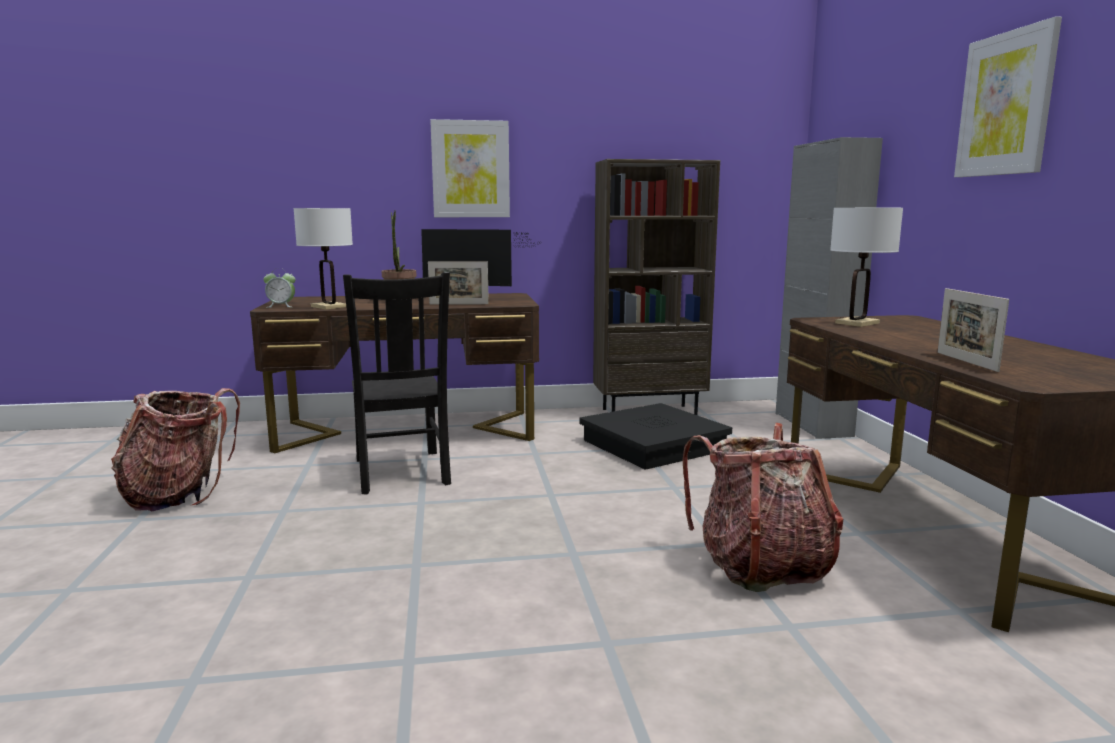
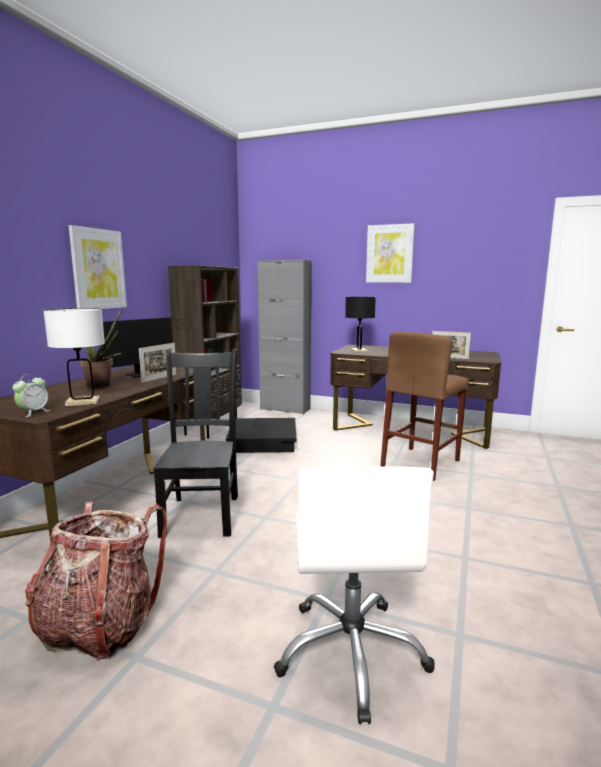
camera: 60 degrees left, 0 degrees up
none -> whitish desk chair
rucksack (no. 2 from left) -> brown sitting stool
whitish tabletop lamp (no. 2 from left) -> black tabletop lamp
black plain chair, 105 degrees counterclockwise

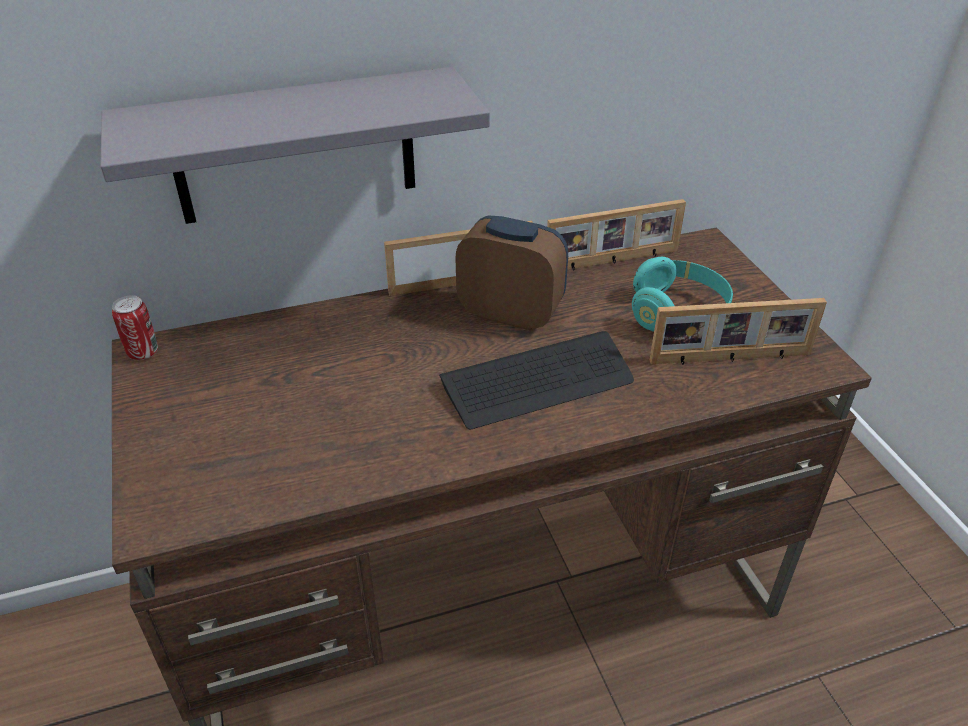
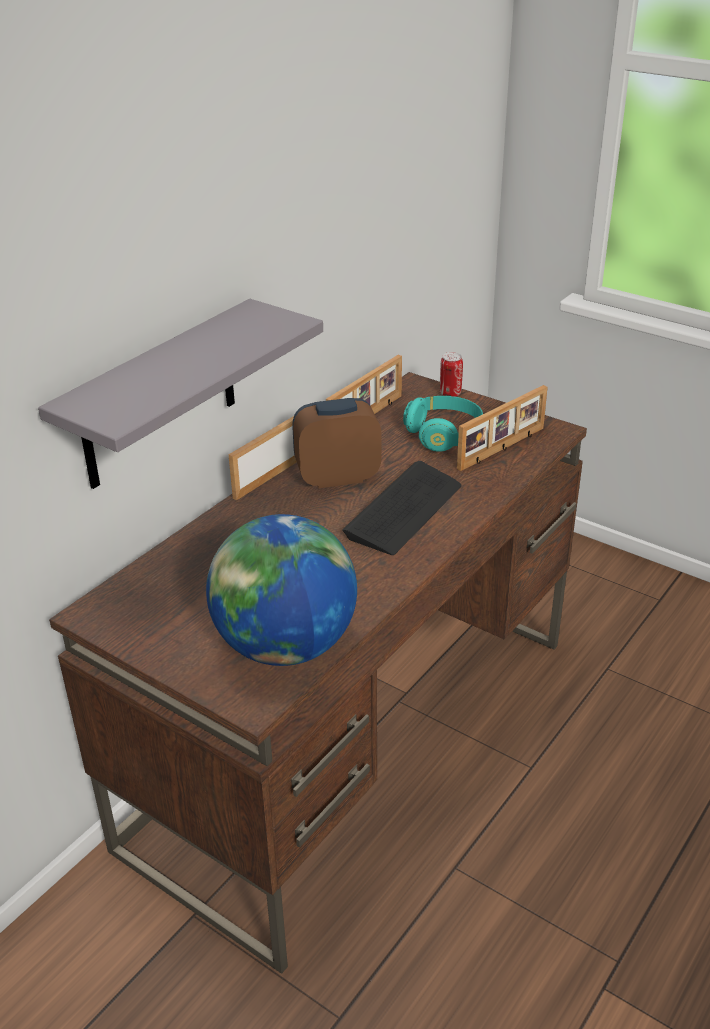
camera: 35 degrees left, 5 degrees down
none -> globe
sealed can, relocated

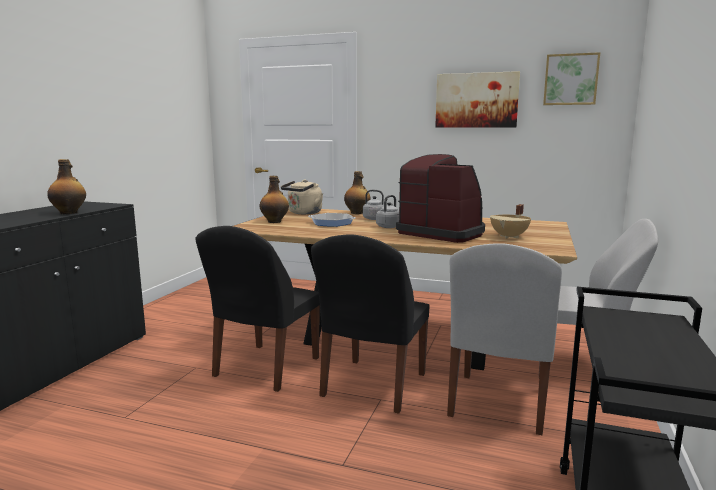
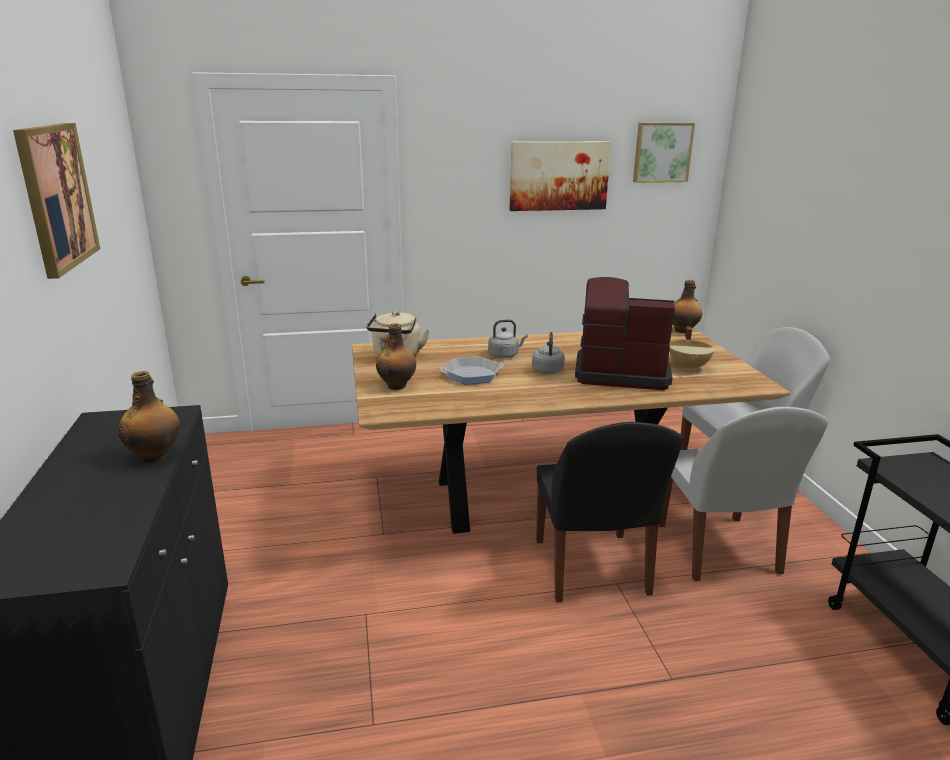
camera: 30 degrees left, 10 degrees up
black plain chair (no. 1 from left) -> none
none -> picture (no. 1 from left)
beverage bottle (no. 3 from left), relocated

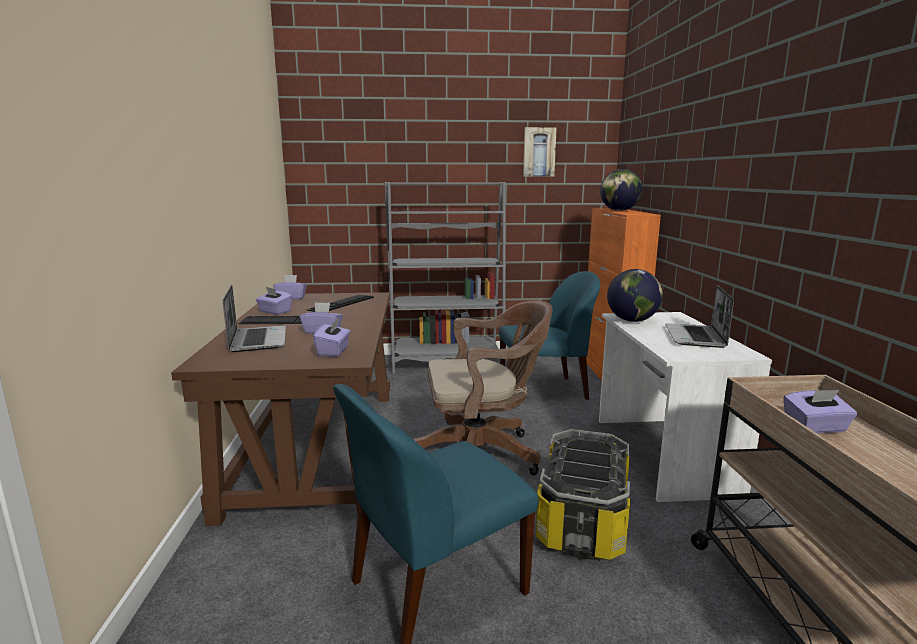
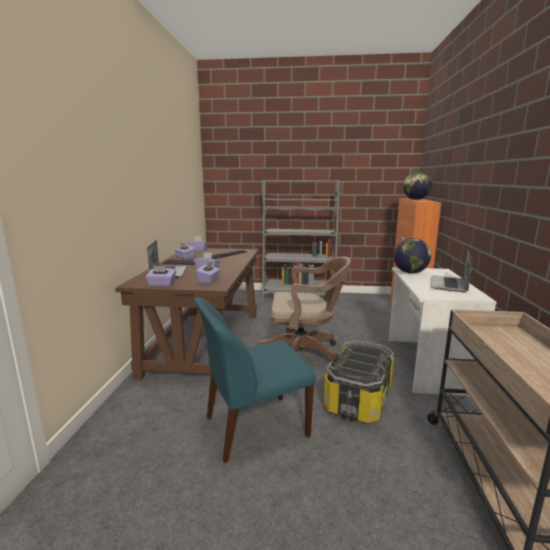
camera: 10 degrees right, 0 degrees up
bluish plain chair (no. 2 from left) -> none
picture -> none
purple tissue box (no. 5 from left in the first image) -> purple tissue box (no. 1 from left), relocated

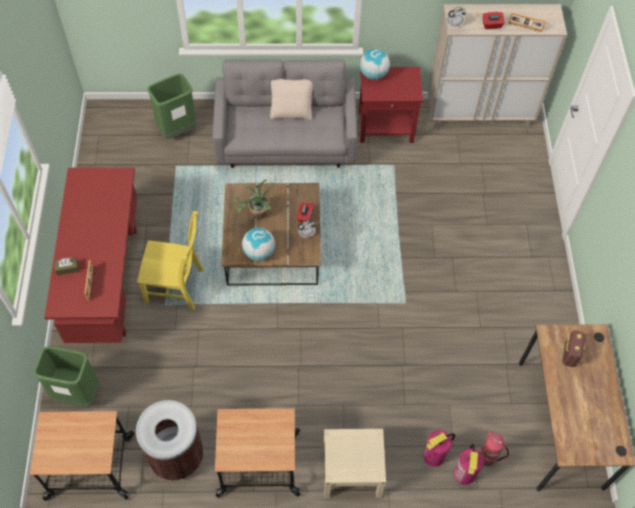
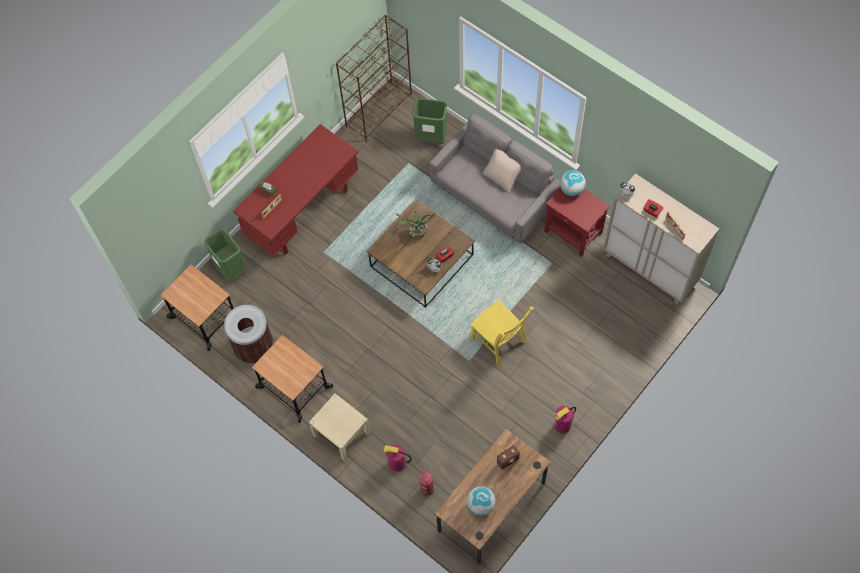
camera: 45 degrees right, 5 degrees up
none -> brown shelving unit
yellow-coloured plain chair, relocated
globe (no. 1 from left), relocated
fire extinguisher (no. 2 from left in the first image) -> fire extinguisher (no. 3 from left), relocated

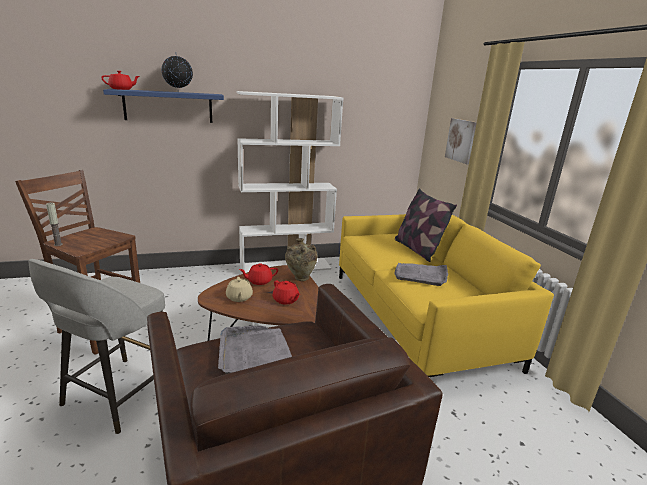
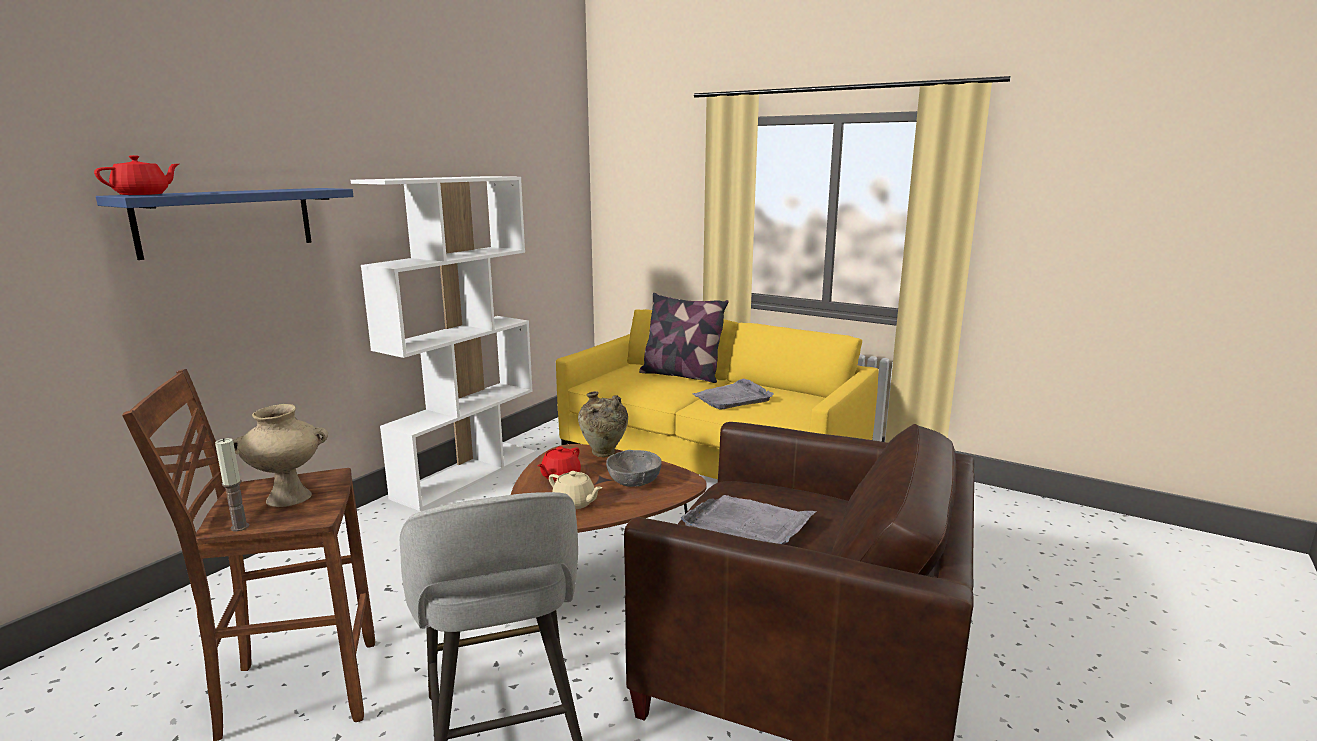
camera: 40 degrees left, 5 degrees down
globe -> none
picture -> none
none -> beige flower vase (no. 1 from left)
red-coloured teapot (no. 3 from left) -> grey deep dish

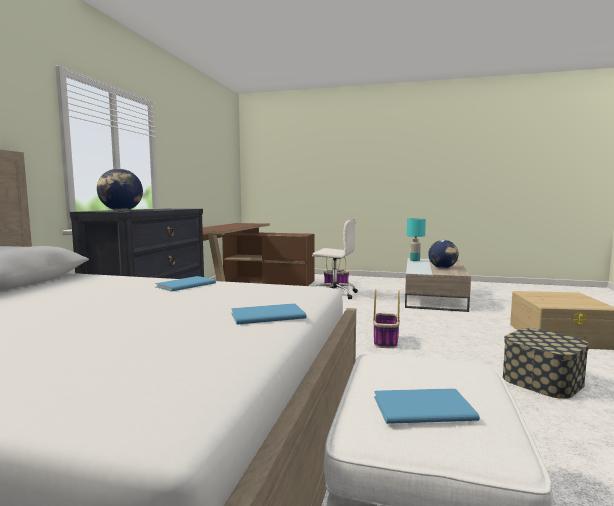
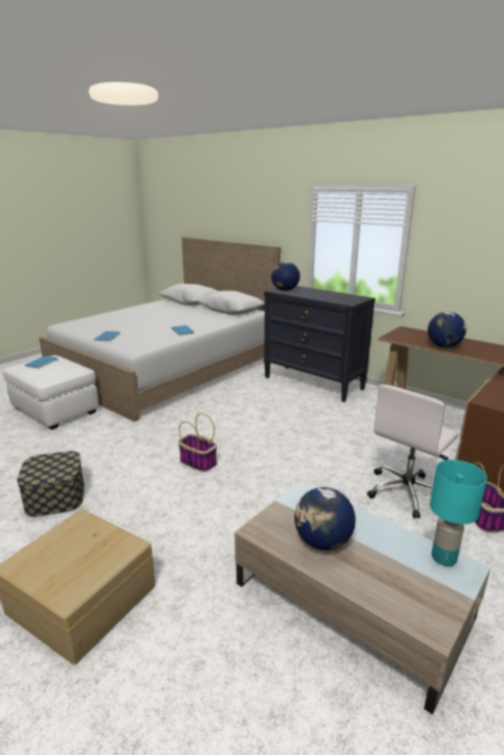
camera: 115 degrees right, 15 degrees up
none -> globe (no. 3 from left)

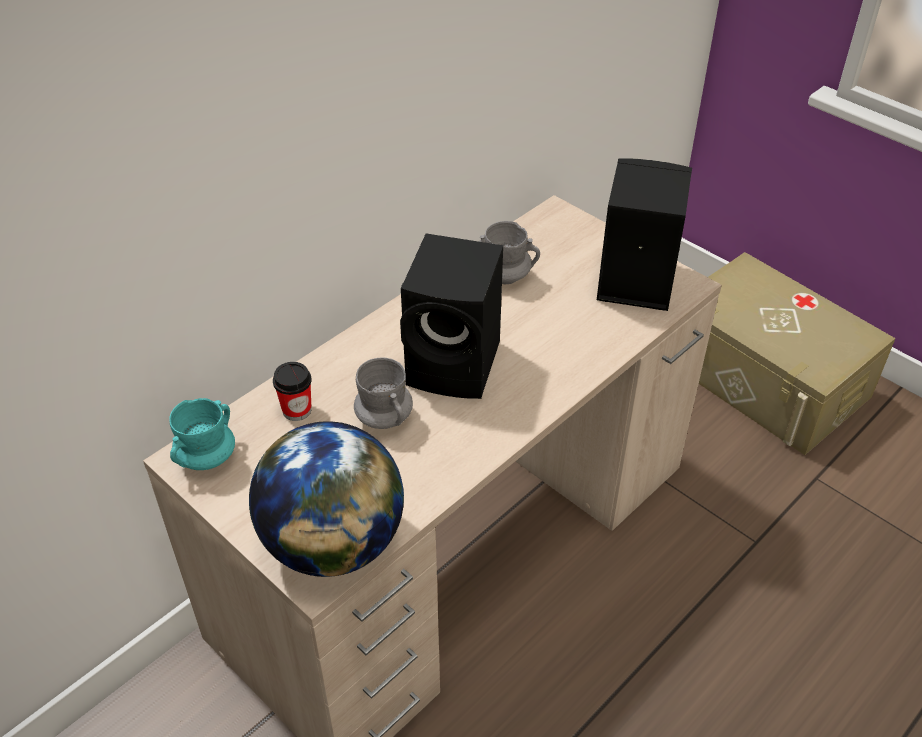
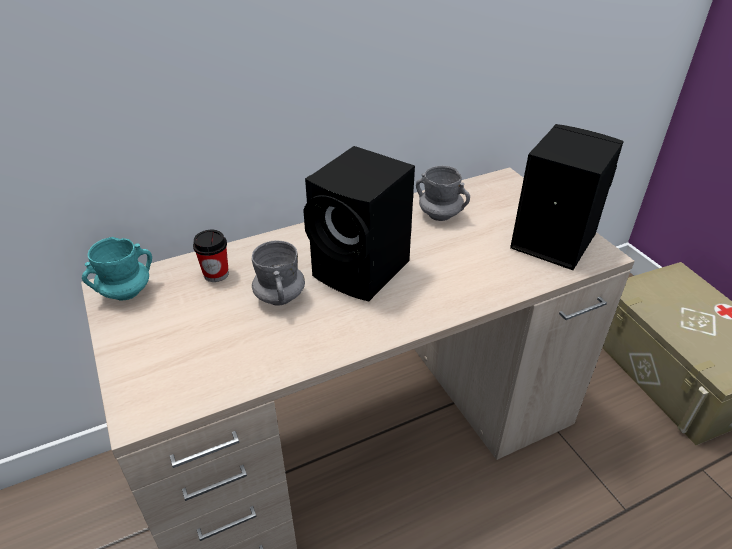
camera: 20 degrees right, 5 degrees down
globe -> none

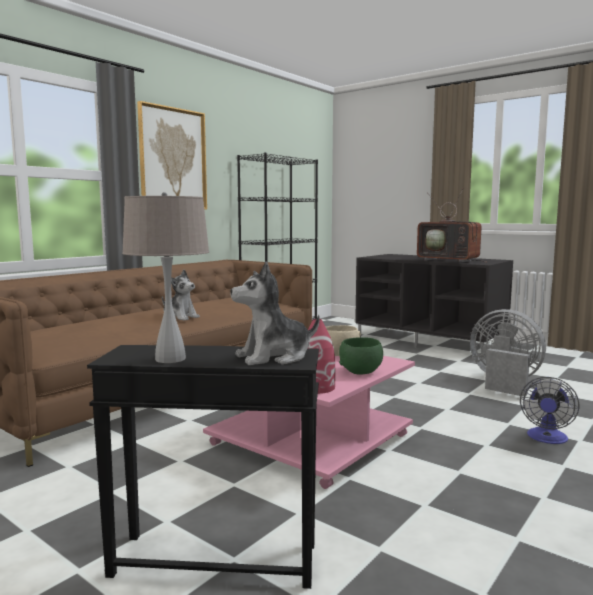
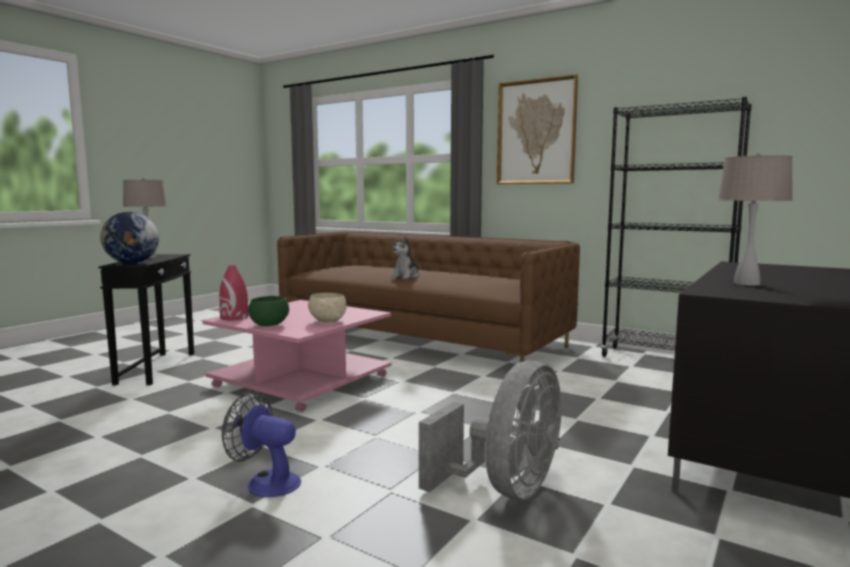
camera: 85 degrees right, 0 degrees up
cuddly toy (no. 2 from left) -> globe
TV -> beige tabletop lamp (no. 2 from left)

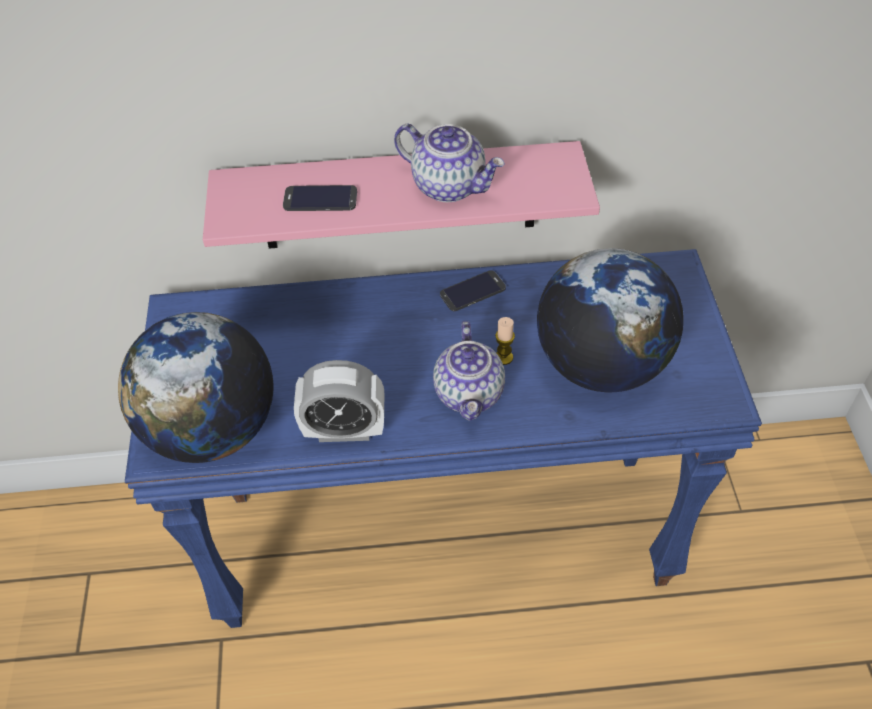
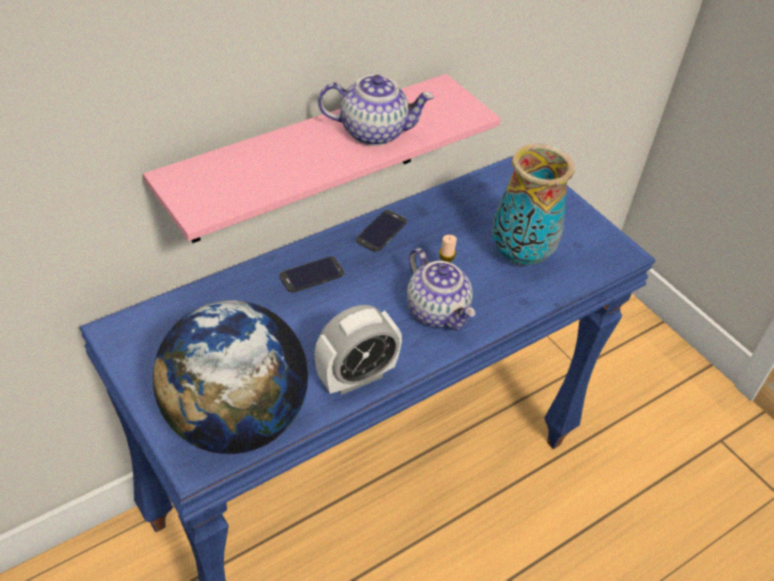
camera: 35 degrees left, 5 degrees down
telephone (no. 1 from left), relocated
globe (no. 2 from left) -> flower vase

